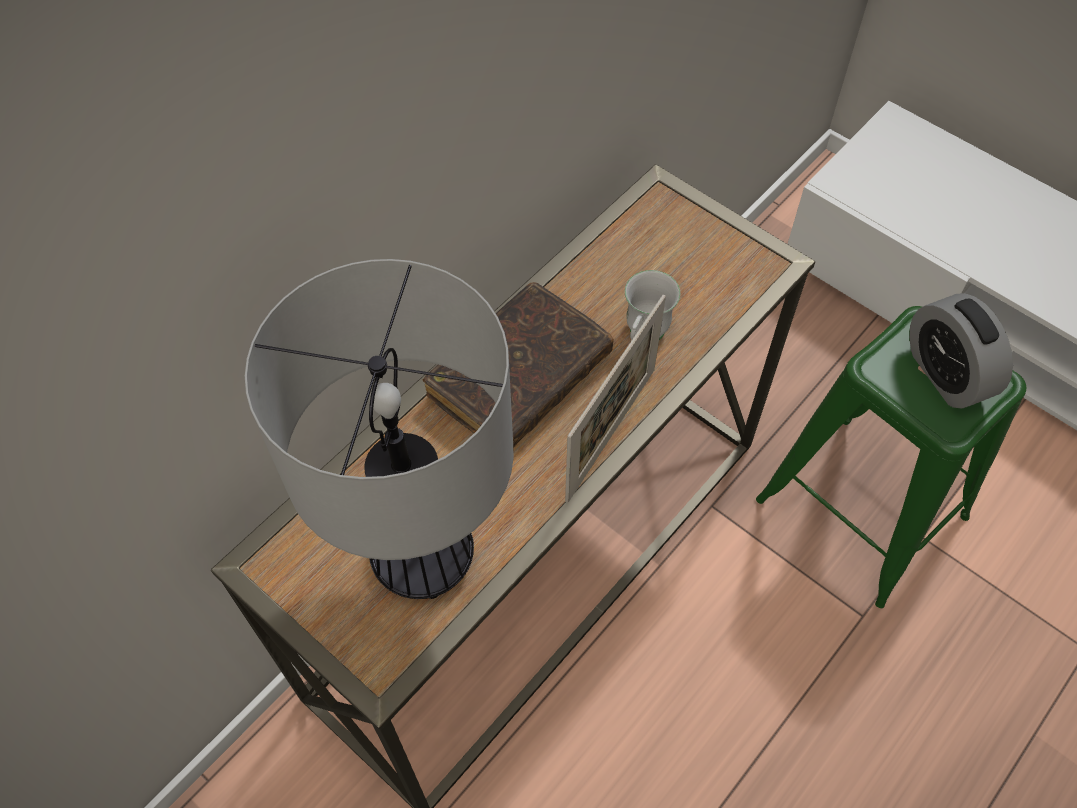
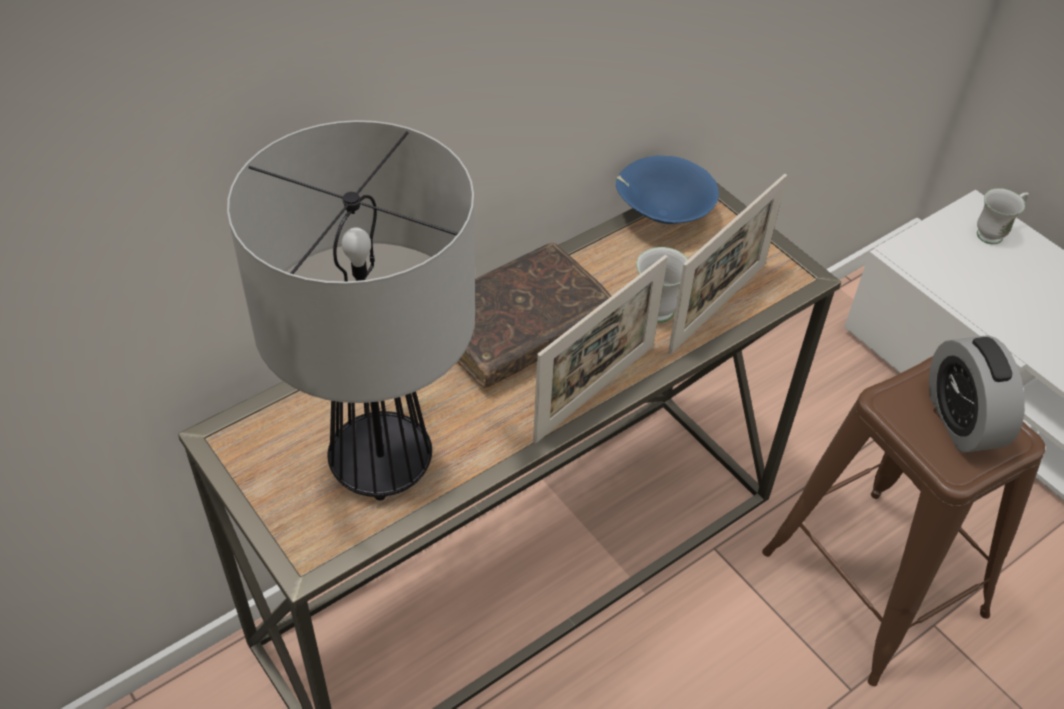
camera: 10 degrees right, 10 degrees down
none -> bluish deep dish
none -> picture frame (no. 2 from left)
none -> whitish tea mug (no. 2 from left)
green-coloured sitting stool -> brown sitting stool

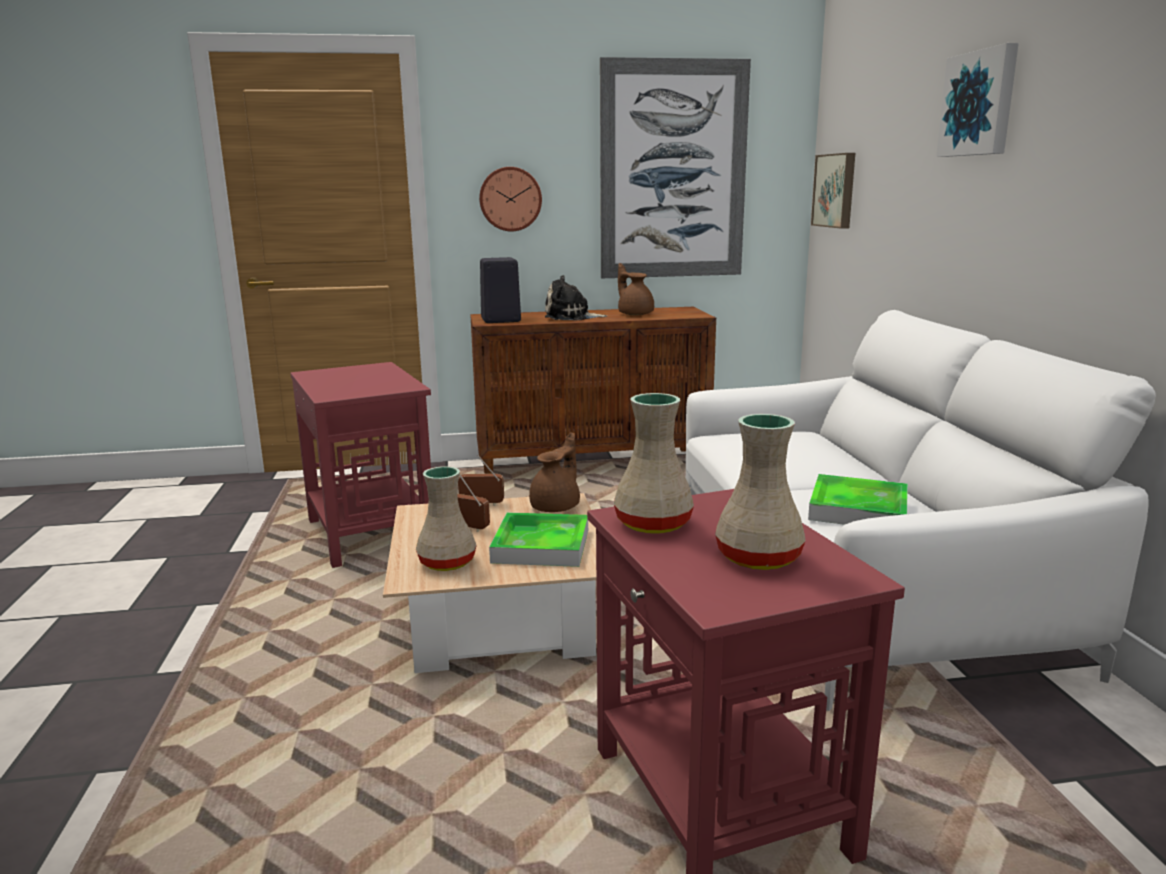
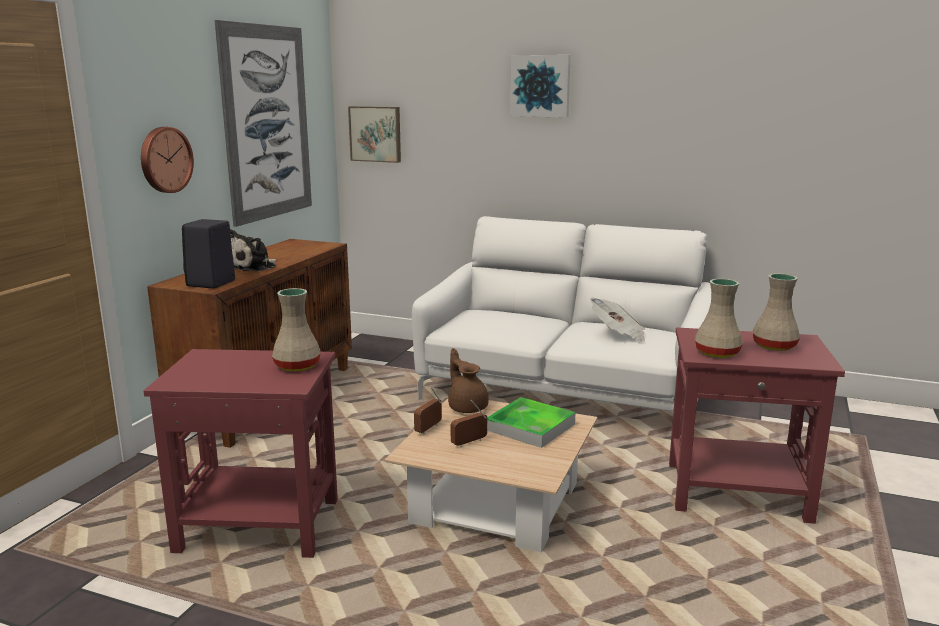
camera: 60 degrees left, 0 degrees up
brown teapot (no. 2 from left) -> none
beige flower vase (no. 1 from left), relocated
serving tray (no. 2 from left) -> printed paper

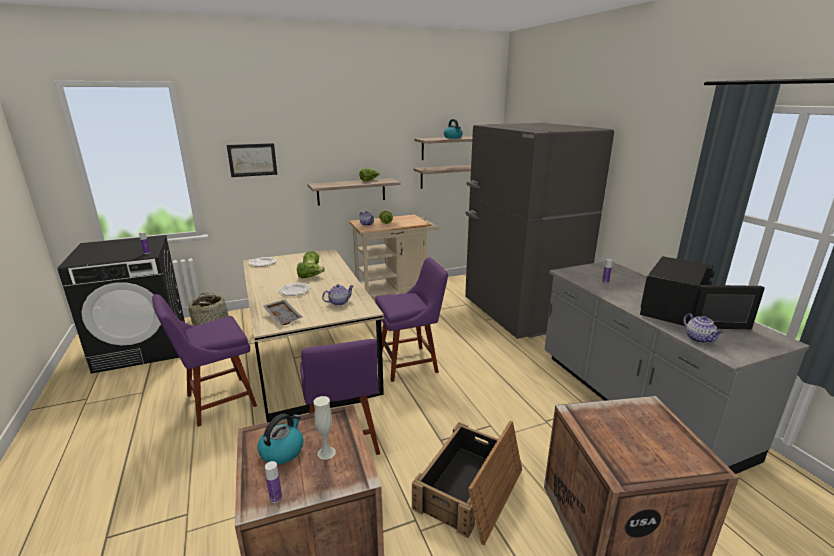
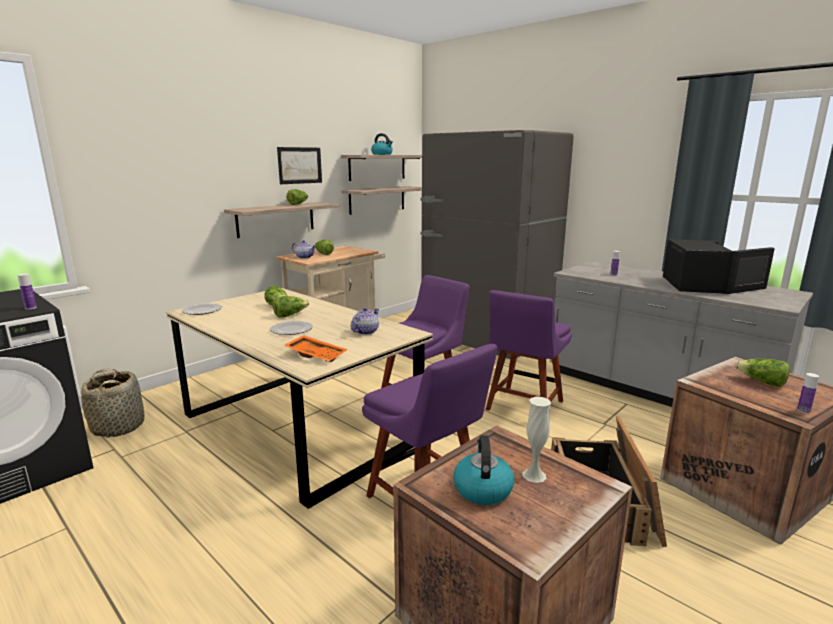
camera: 25 degrees left, 5 degrees down
teapot (no. 3 from left) -> none
none -> lettuce (no. 5 from left)
purple plain chair (no. 1 from left in the first image) -> purple plain chair (no. 3 from left), relocated
picture, relocated
beverage bottle (no. 2 from left in the first image) -> beverage bottle (no. 3 from left), relocated
grey serving tray -> orange serving tray

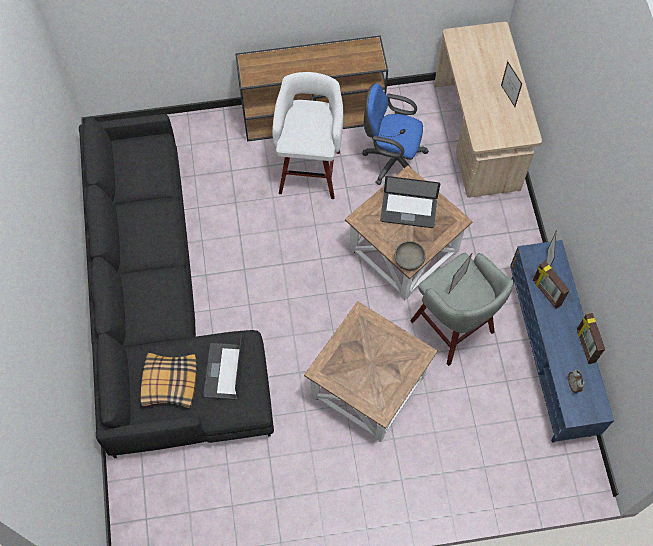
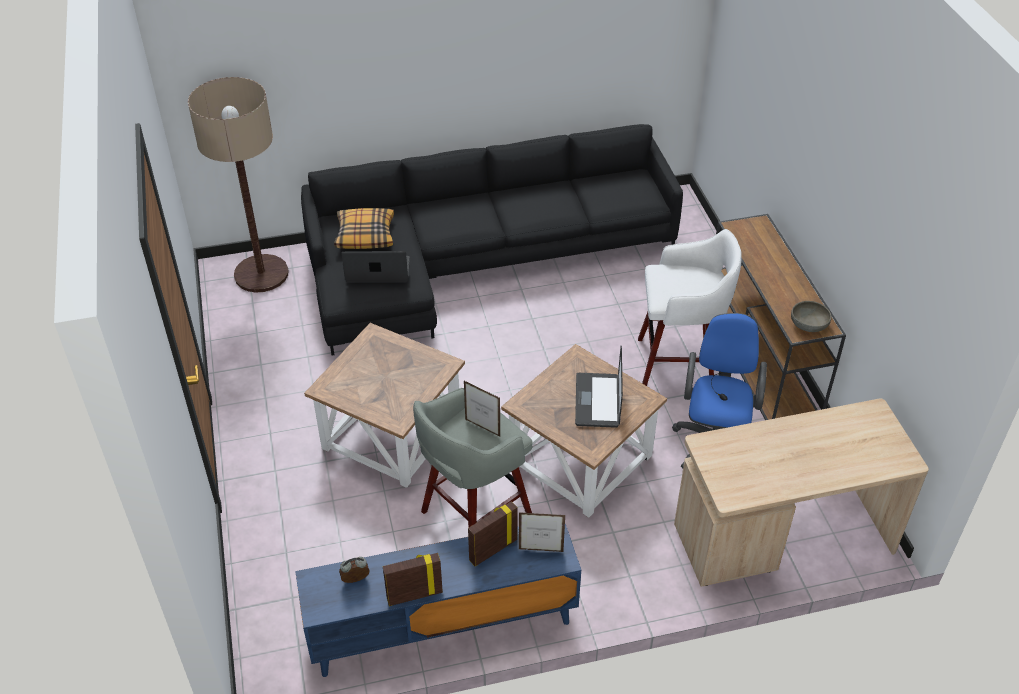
camera: 85 degrees right, 20 degrees down
picture frame (no. 2 from left) -> none
none -> standing lamp
grey deep dish, relocated

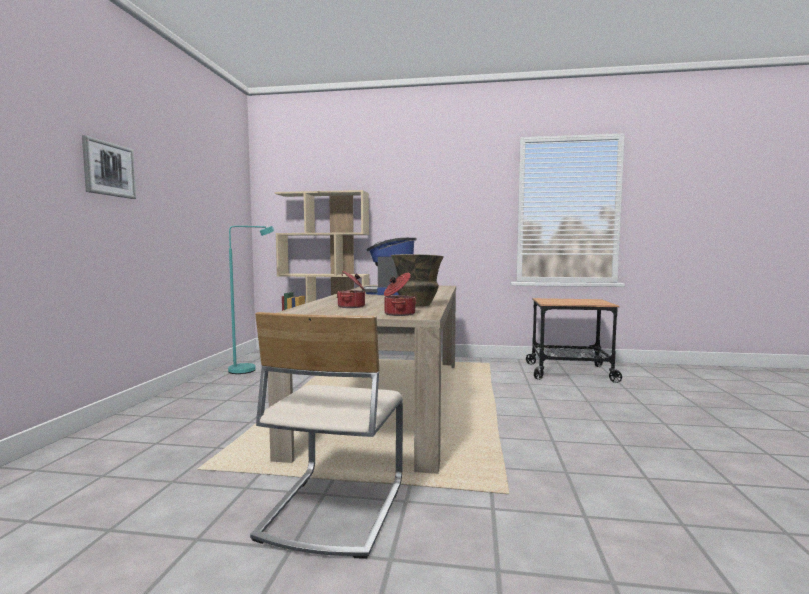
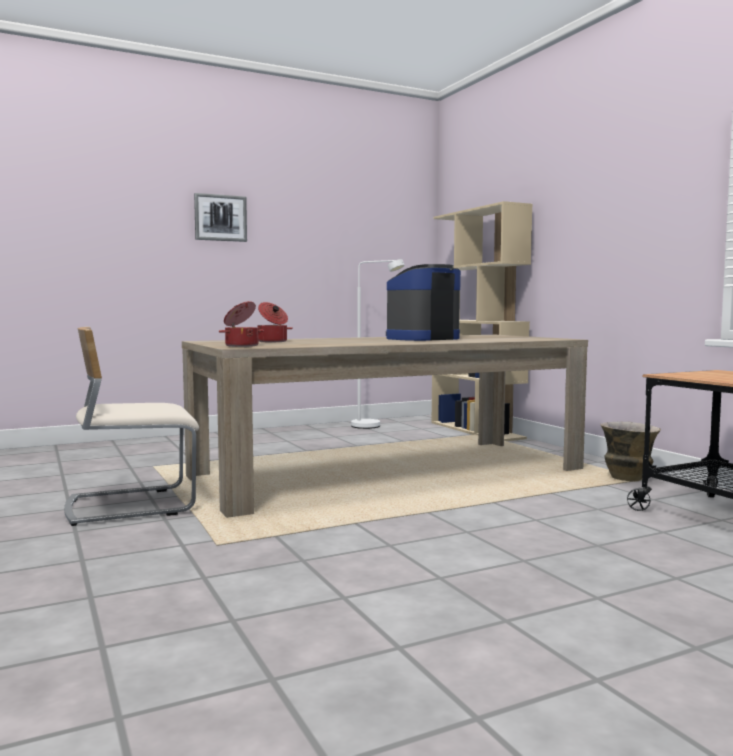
camera: 55 degrees right, 0 degrees up
flower vase, relocated
turquoise standing lamp -> whitish standing lamp

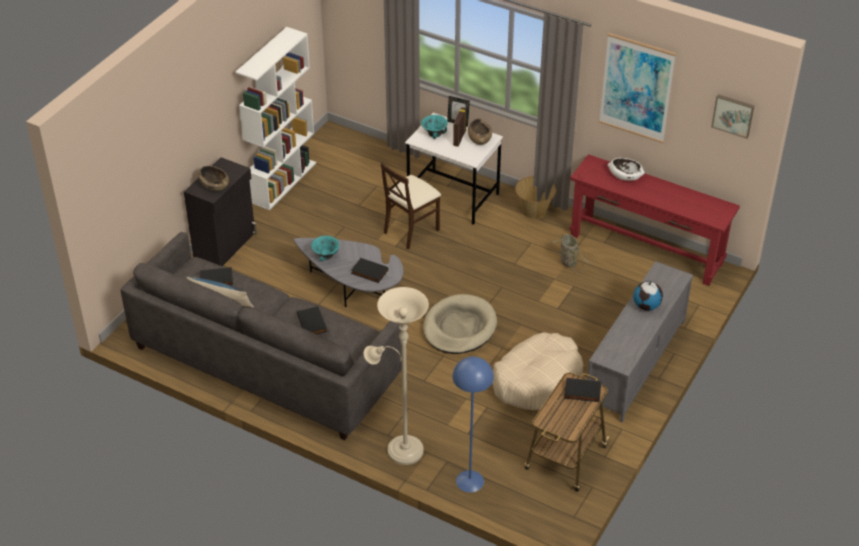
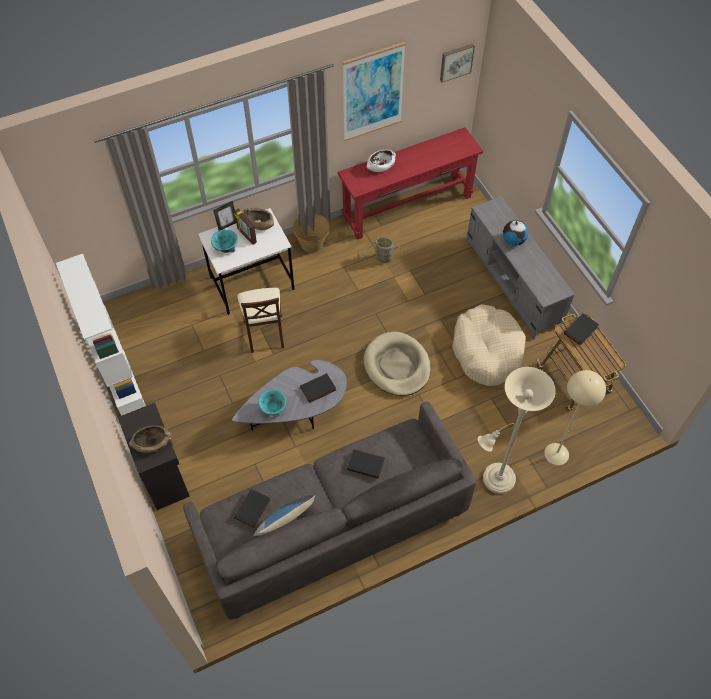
camera: 55 degrees left, 15 degrees up
bluish standing lamp -> beige standing lamp (no. 2 from left)

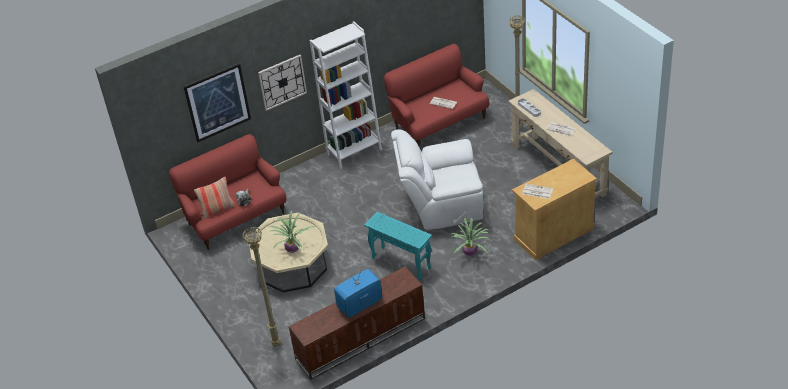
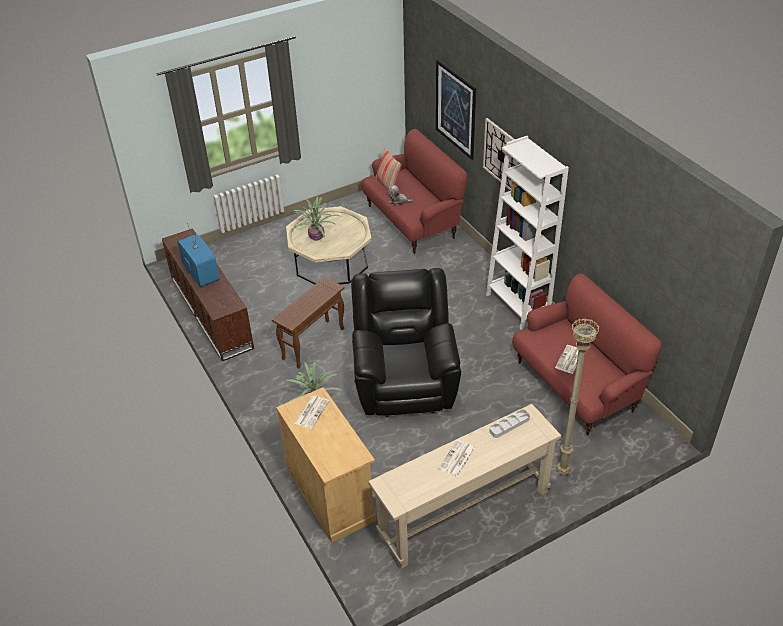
camera: 90 degrees right, 0 degrees up
beige standing lamp (no. 1 from left) -> none
turquoise end table -> brown end table
whitish armchair -> black armchair

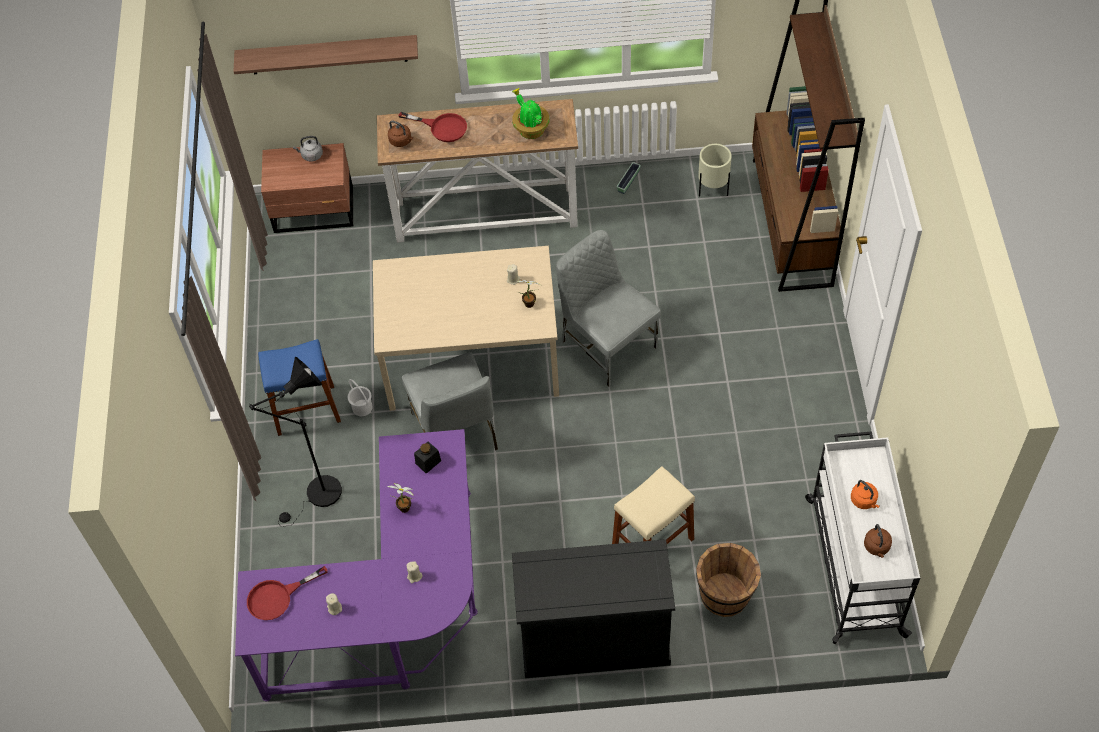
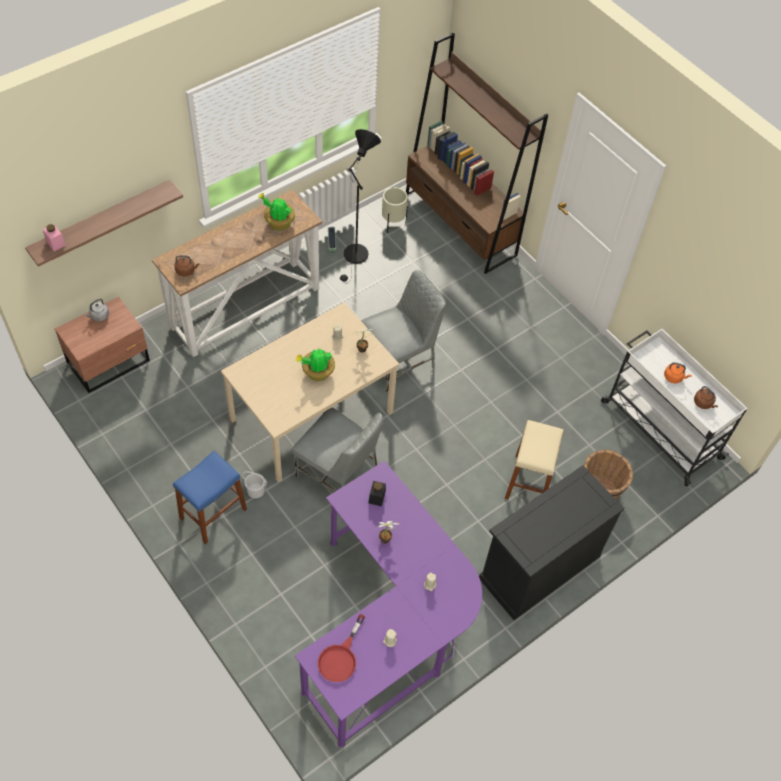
camera: 40 degrees left, 0 degrees up
red-coloured skillet (no. 2 from left) -> none
none -> pinkish storage jar
none -> plant in a pot (no. 2 from left)
black standing lamp, relocated
grey plain chair (no. 2 from left), 135 degrees clockwise

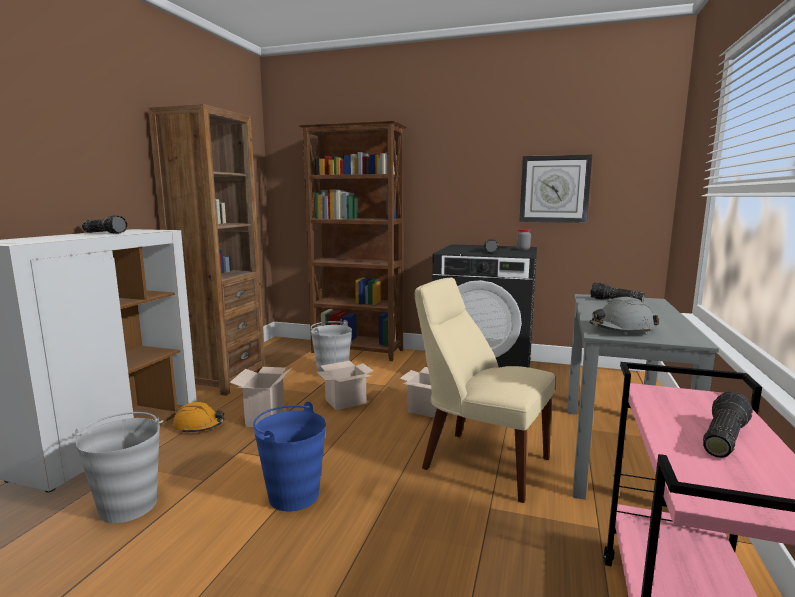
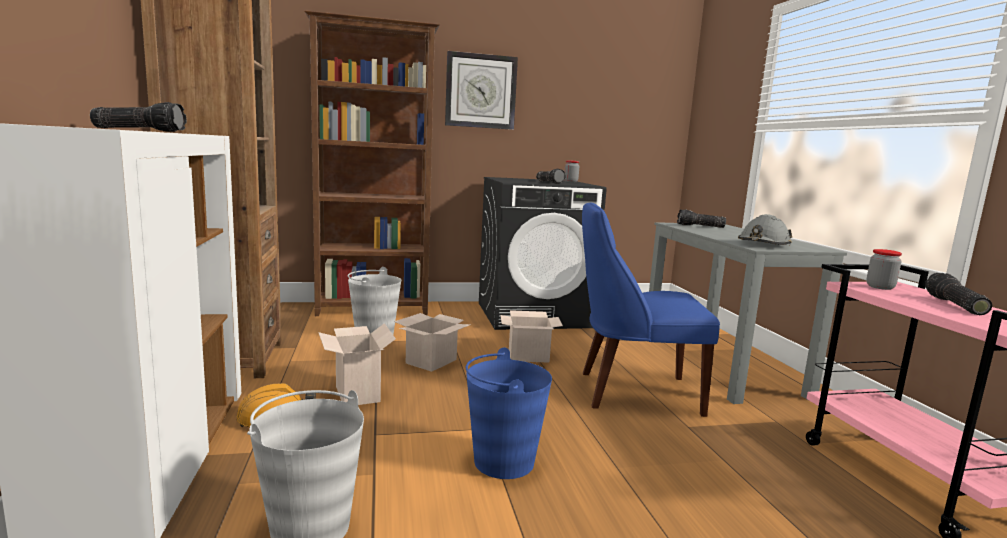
camera: 30 degrees left, 0 degrees up
none -> storage jar (no. 2 from left)
wall clock, relocated
beige plain chair -> bluish plain chair

